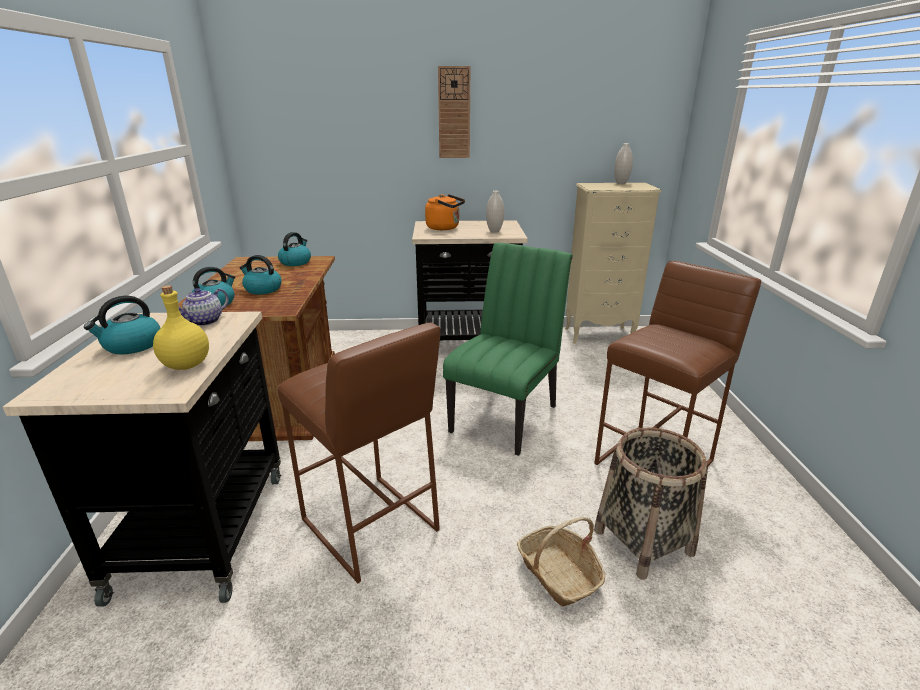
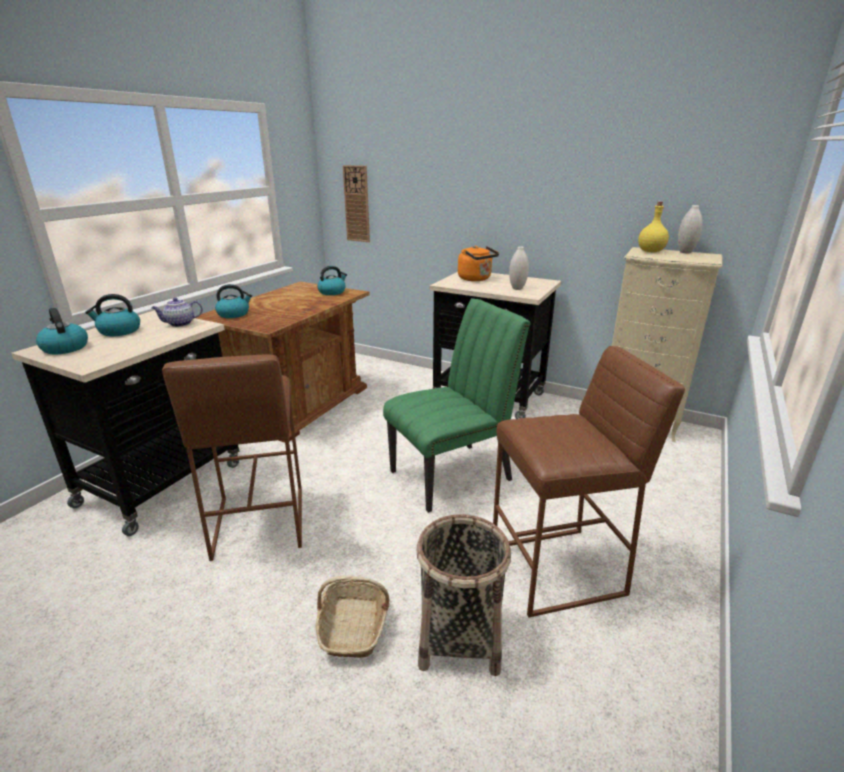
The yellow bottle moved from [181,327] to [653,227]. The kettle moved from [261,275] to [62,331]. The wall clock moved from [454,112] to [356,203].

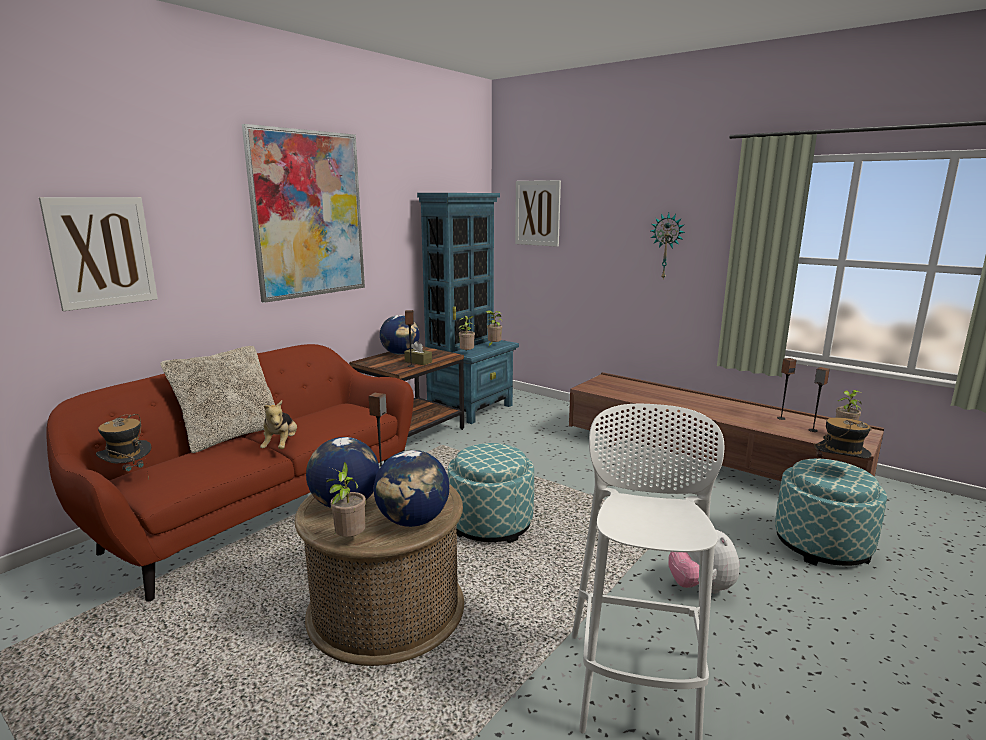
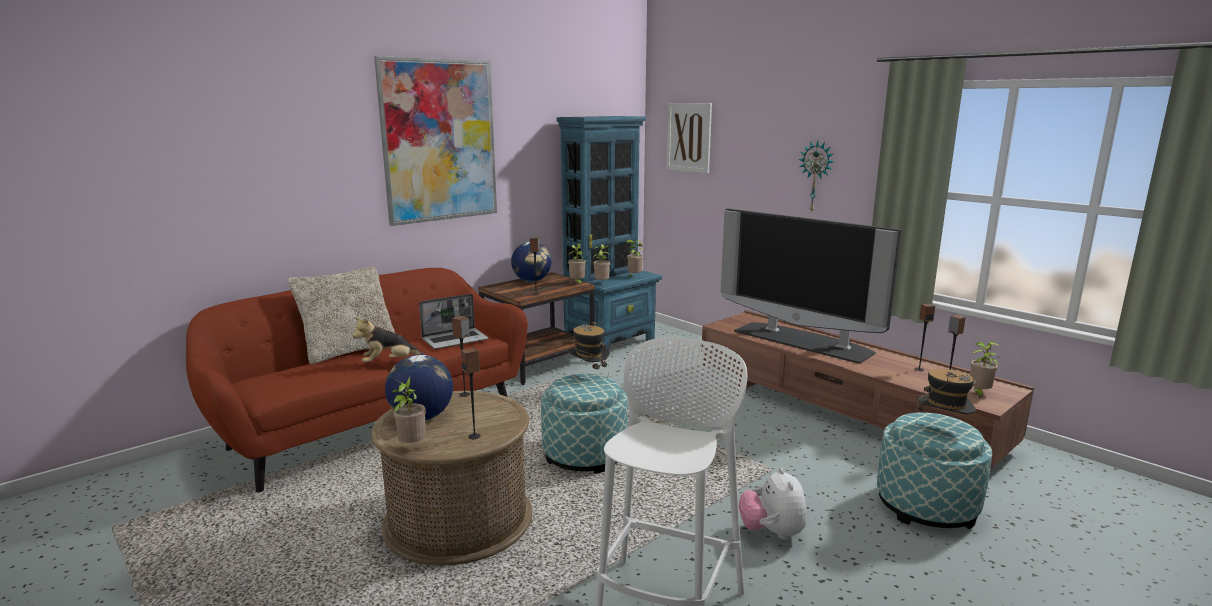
The picture at [98,254] disappeared. The hat moved from [123,447] to [589,346]. The plush toy at [278,424] turned 60 degrees clockwise. The globe at [411,488] was replaced by the speaker at [471,393]. The brown tissue box at [418,353] disappeared. The laptop at [454,321] appeared. The potted plant at [577,264] appeared. The television at [811,286] appeared.

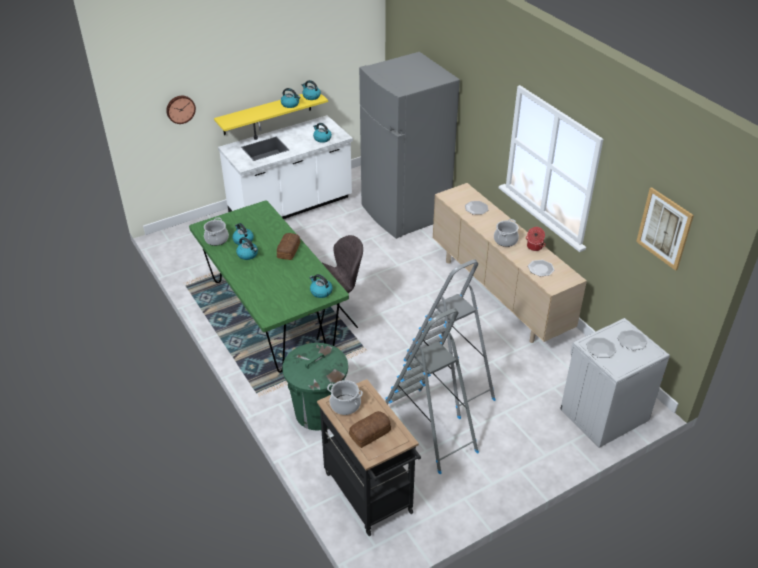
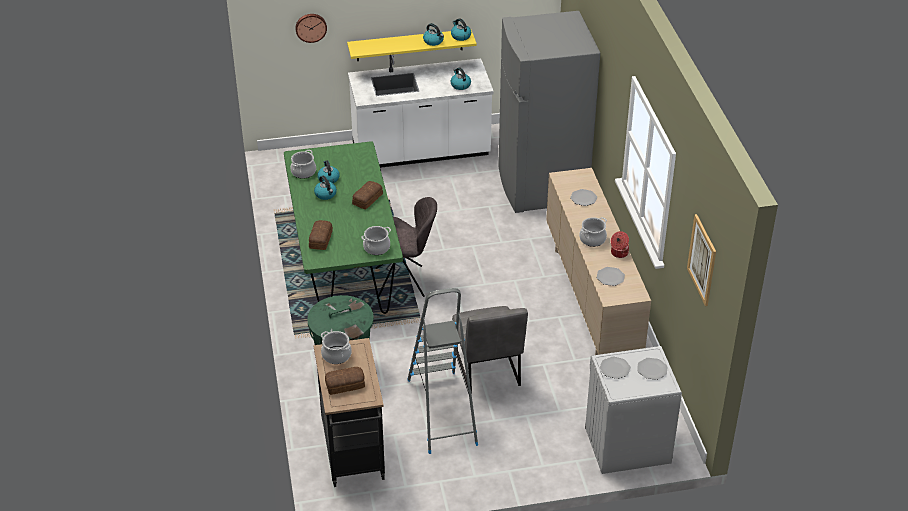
The kettle at [321,286] was replaced by the cooking pot at [376,240]. The grey step ladder at [449,339] was replaced by the grey chair at [490,350]. The bread at [321,235] appeared.

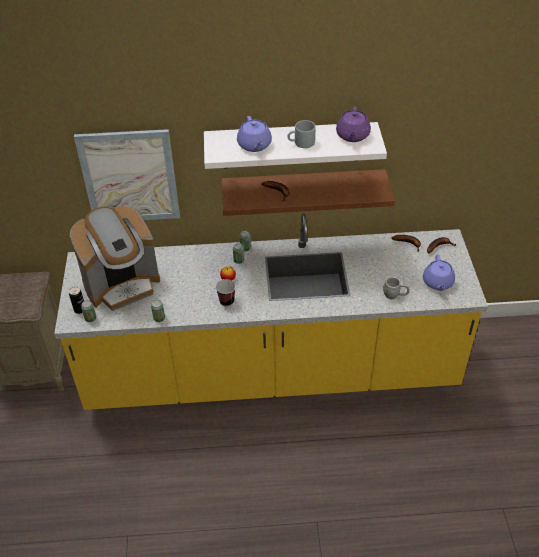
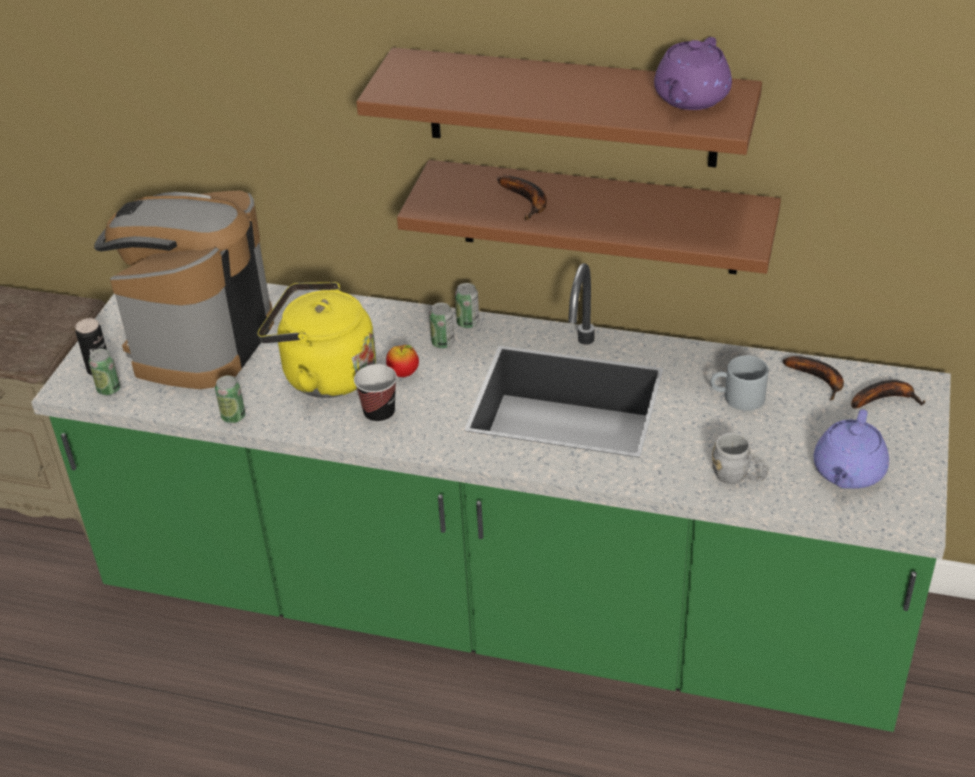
The yellow counter at [271,311] became the green counter at [491,497]. The coffee machine at [115,258] turned 120 degrees clockwise. The picture at [127,174] disappeared. The white shelf at [295,145] became the brown shelf at [559,107]. The purple teapot at [254,134] disappeared. The grey mug moved from [301,134] to [739,383]. The yellow kettle at [316,340] appeared.

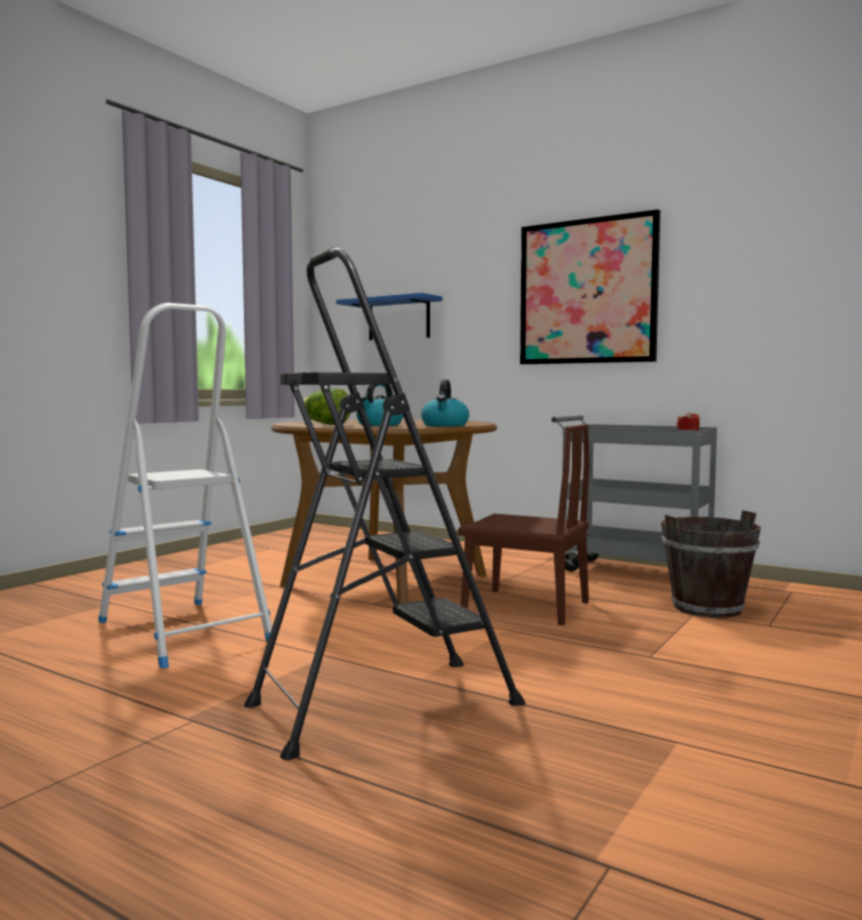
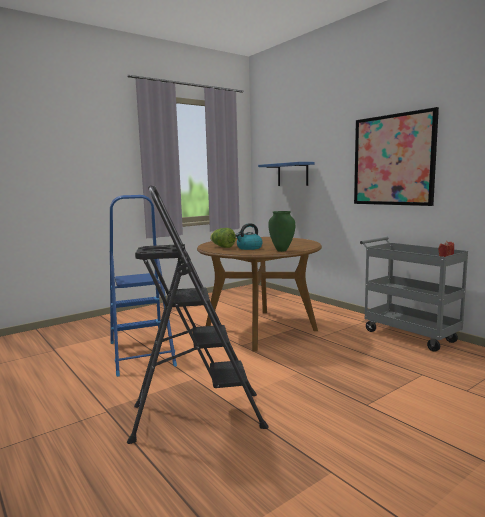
The white step ladder at [185,486] became the blue step ladder at [143,286]. The kettle at [445,403] was replaced by the green vase at [281,231]. The brown chair at [524,524] disappeared. The brown bucket at [711,564] disappeared.

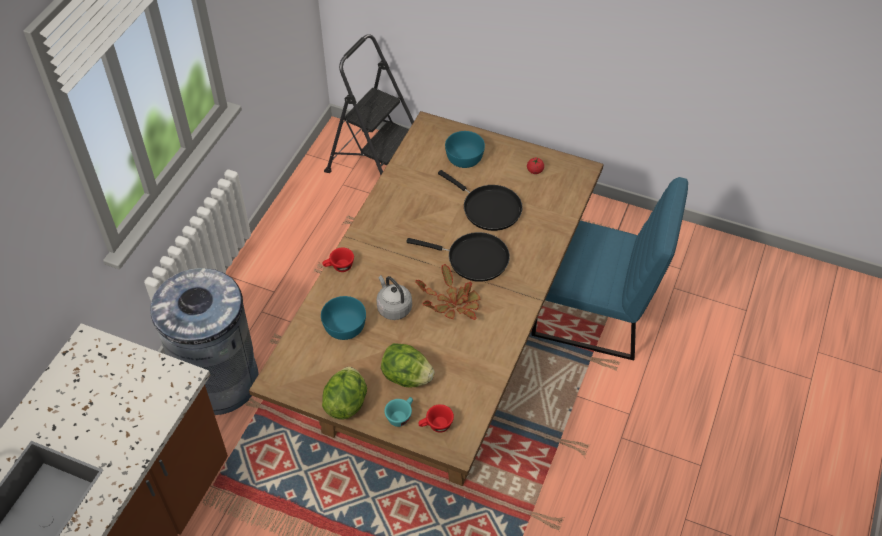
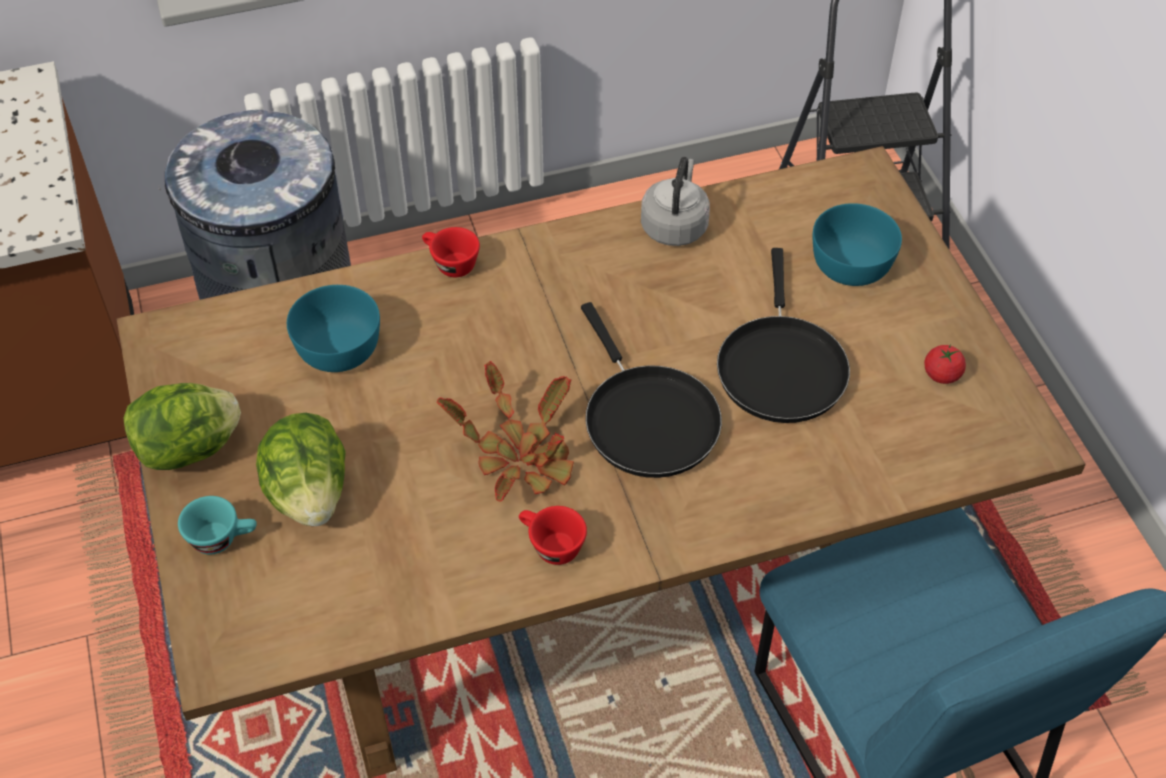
The grey kettle moved from [394,297] to [675,201]. The red cup moved from [436,418] to [553,535].

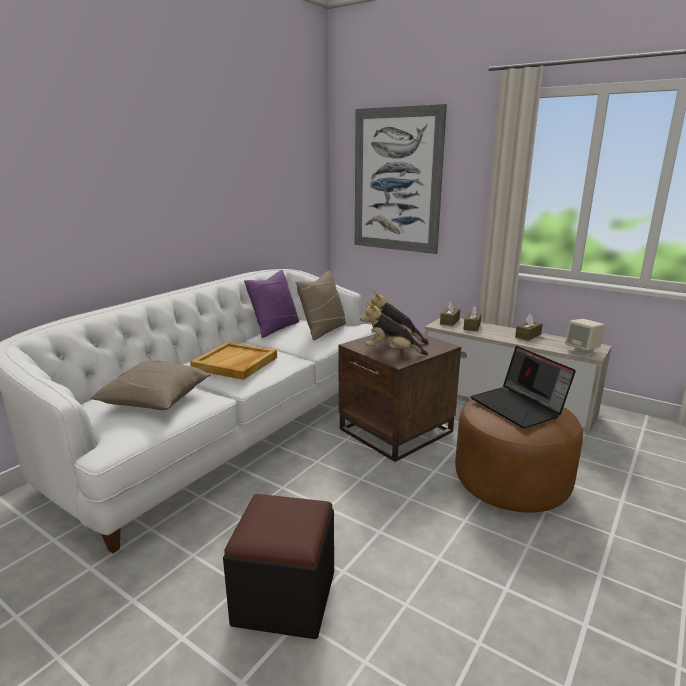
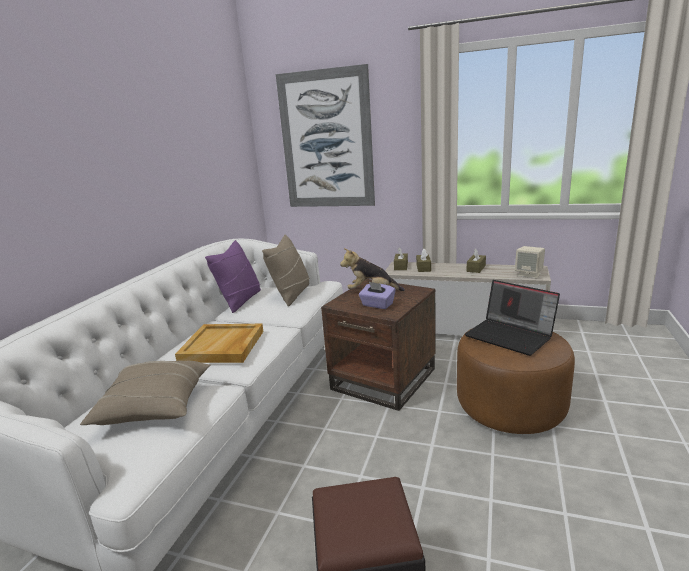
The plush toy at [394,328] was replaced by the purple tissue box at [377,295].

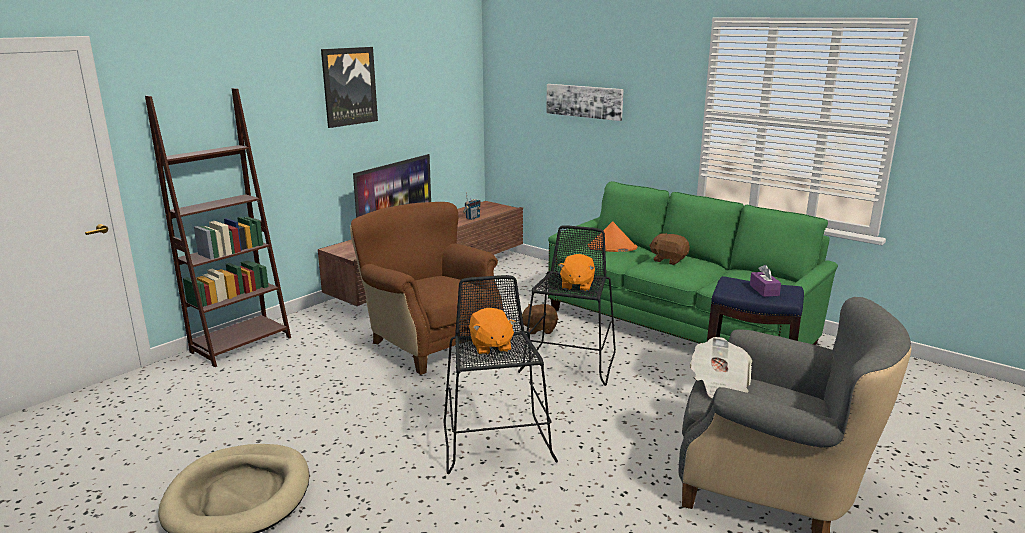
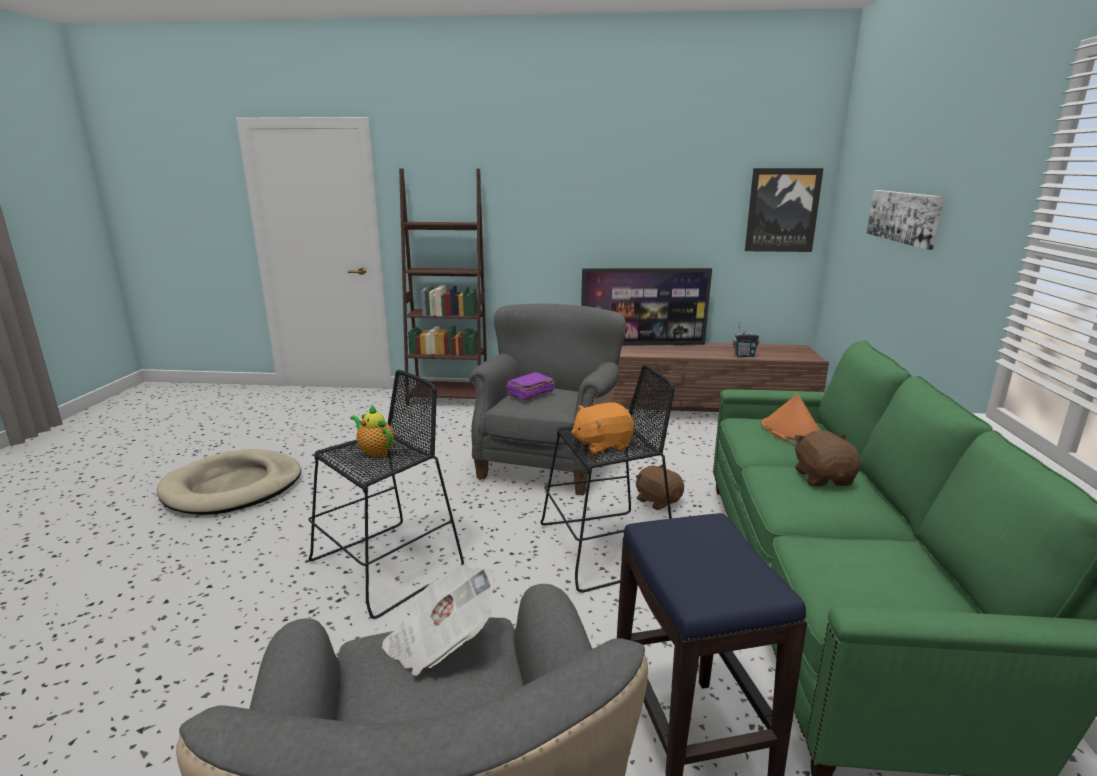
The picture moved from [349,87] to [784,210]. The brown armchair at [426,288] became the grey armchair at [547,400]. The orange plush toy at [492,331] was replaced by the teapot at [372,431]. The purple tissue box at [765,281] disappeared. The purple book at [530,386] appeared.

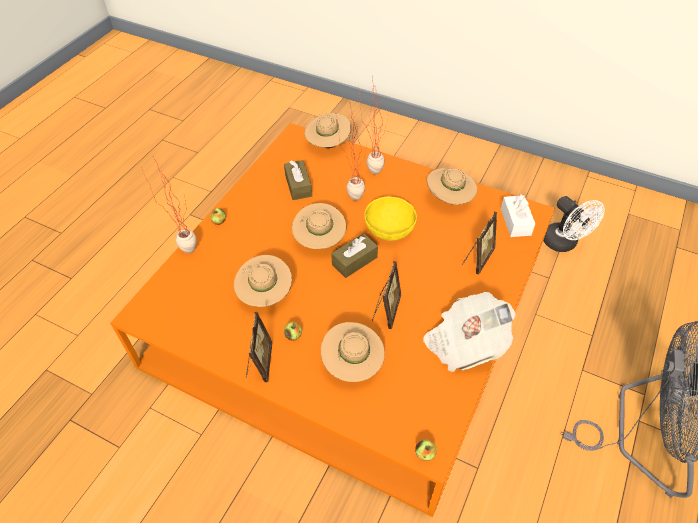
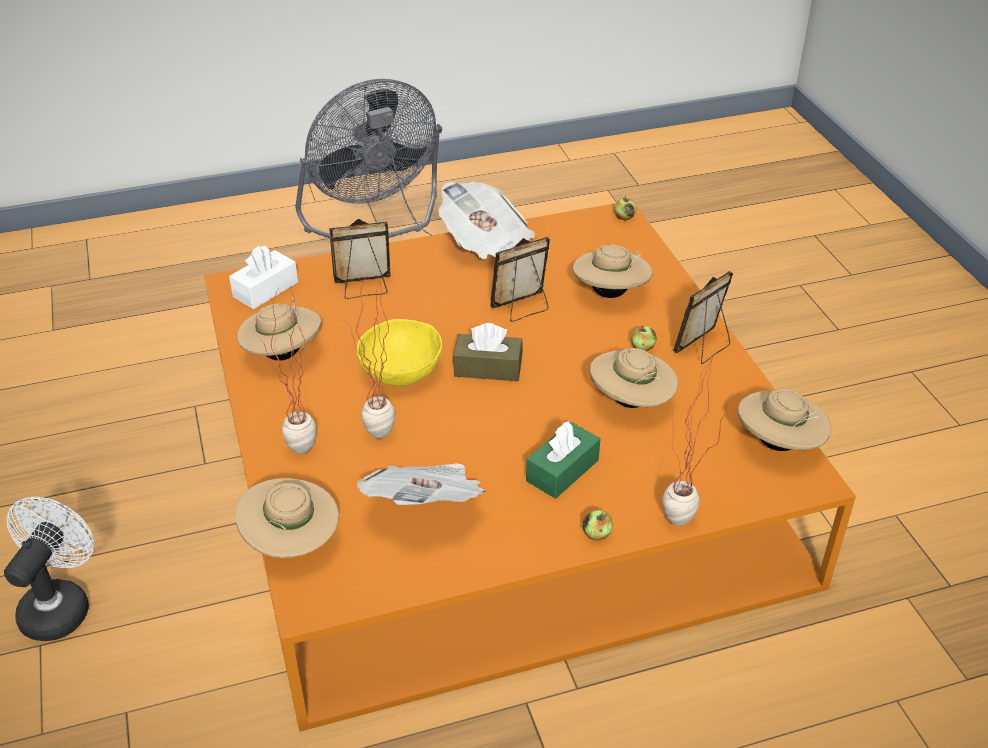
The brown tissue box at [298,180] was replaced by the newspaper at [421,484]. The beige hat moved from [319,226] to [784,420]. The white fan moved from [574,224] to [49,569]. The green tissue box at [563,460] appeared.

